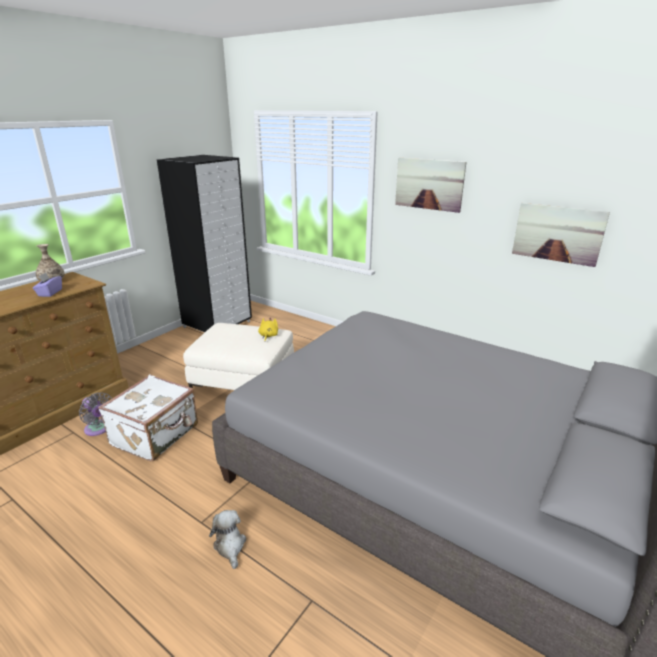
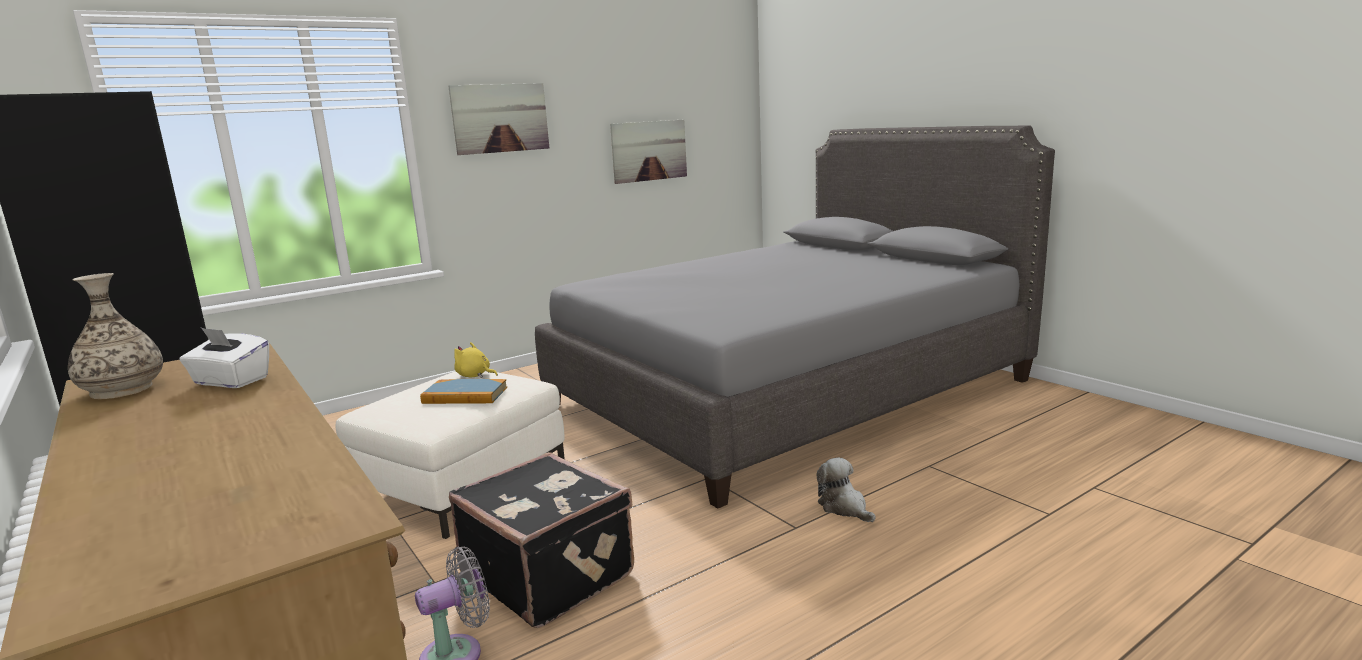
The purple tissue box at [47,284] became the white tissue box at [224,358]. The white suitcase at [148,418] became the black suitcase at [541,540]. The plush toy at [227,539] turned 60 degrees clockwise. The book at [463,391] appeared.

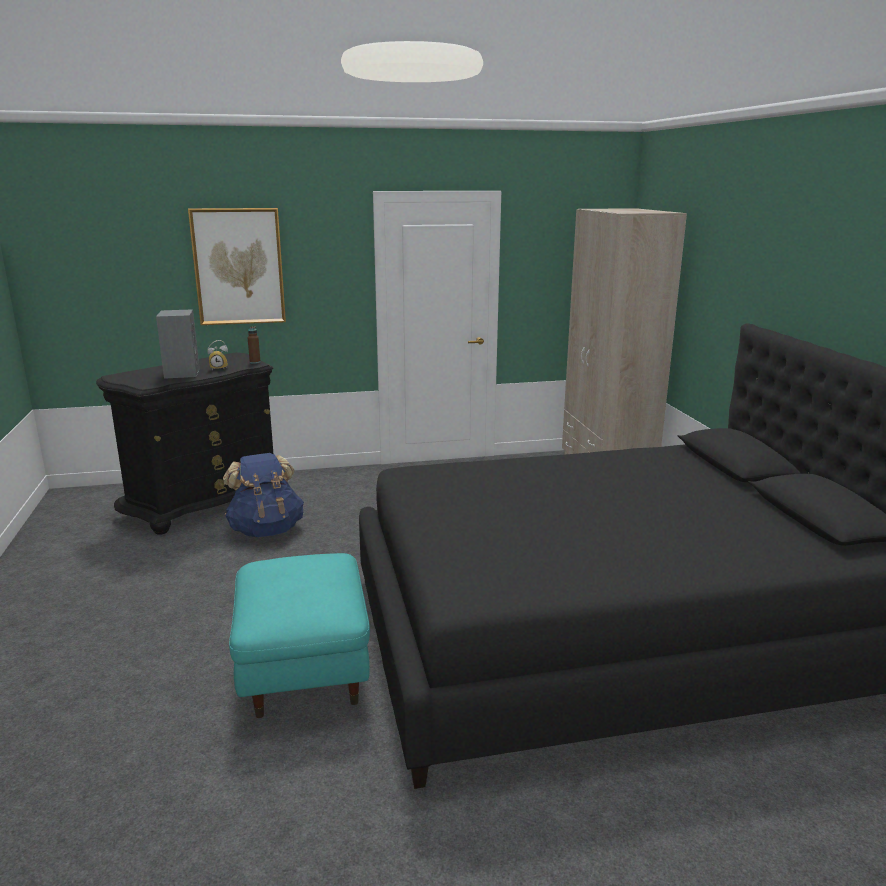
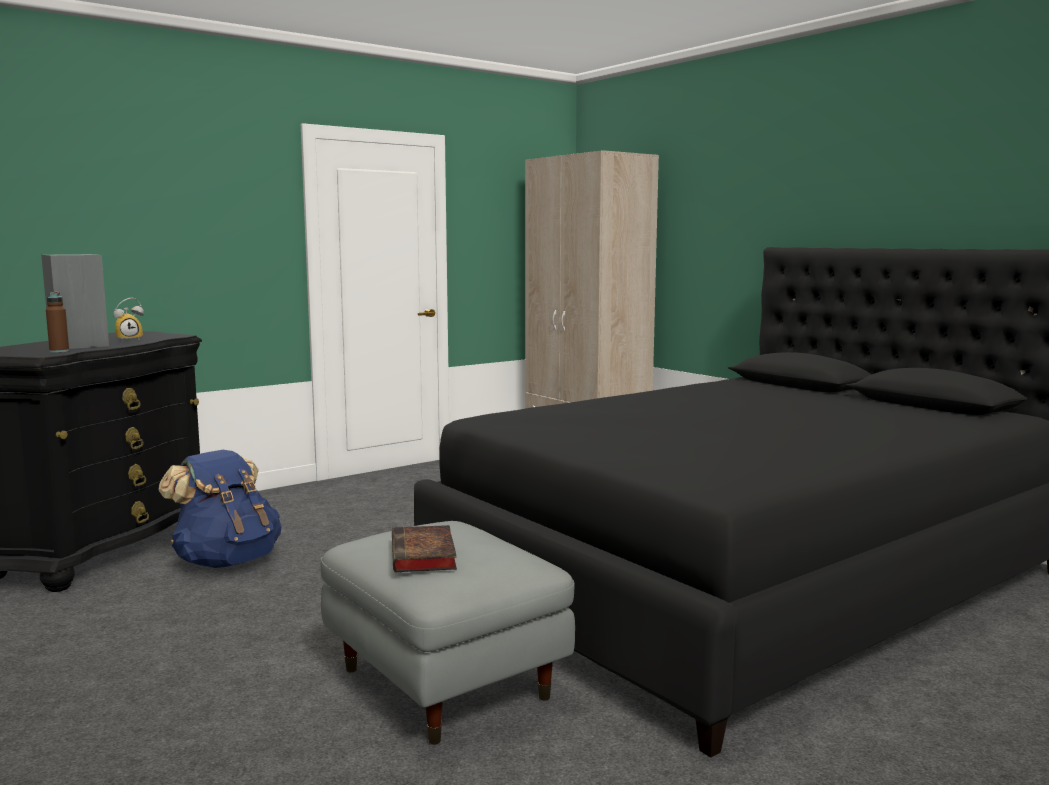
The picture at [237,266] disappeared. The turquoise ottoman at [299,635] became the grey ottoman at [448,633]. The brown bottle moved from [254,345] to [57,322]. The book at [424,548] appeared.

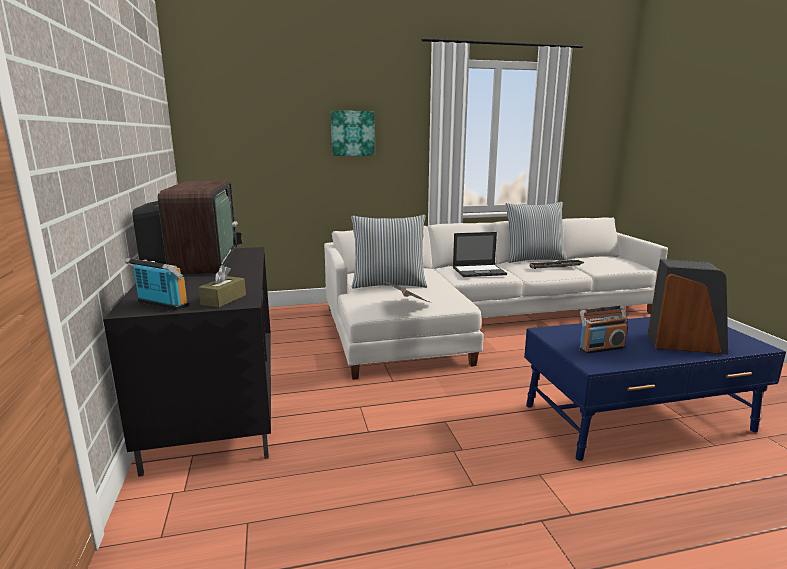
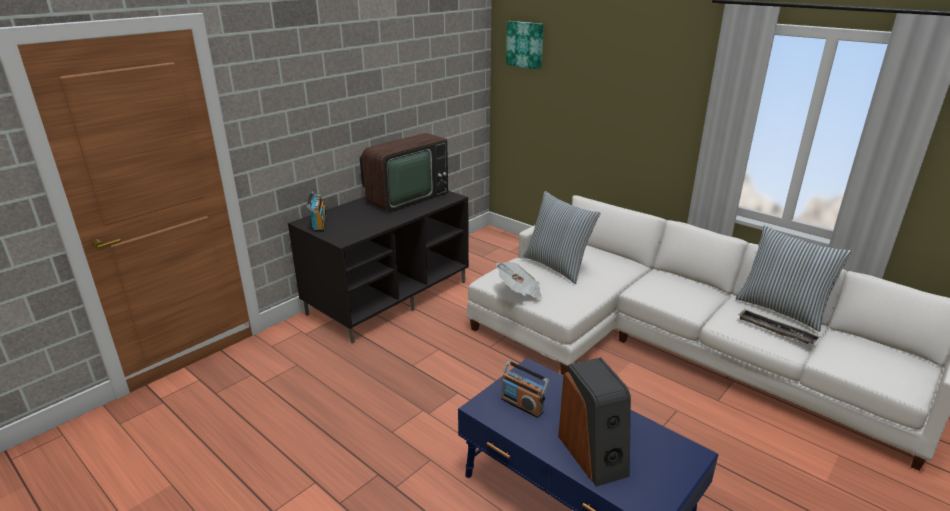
The brown tissue box at [222,286] disappeared. The picture moved from [353,133] to [525,45]. The laptop at [480,254] disappeared.

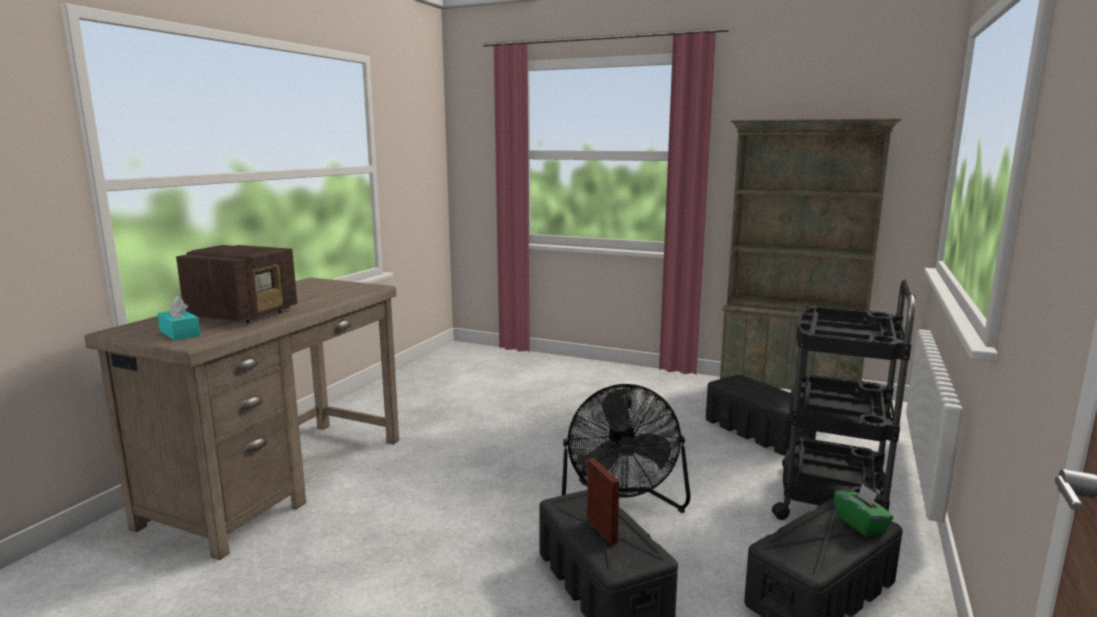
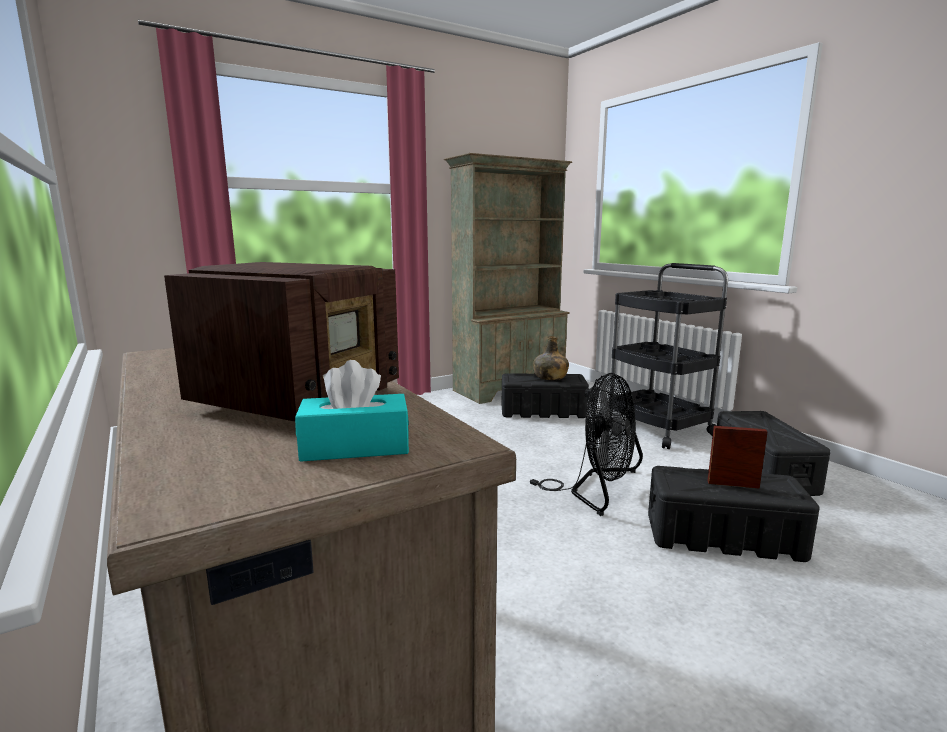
The radio at [236,284] turned 60 degrees clockwise. The green tissue box at [864,510] disappeared. The green bottle at [551,358] appeared.

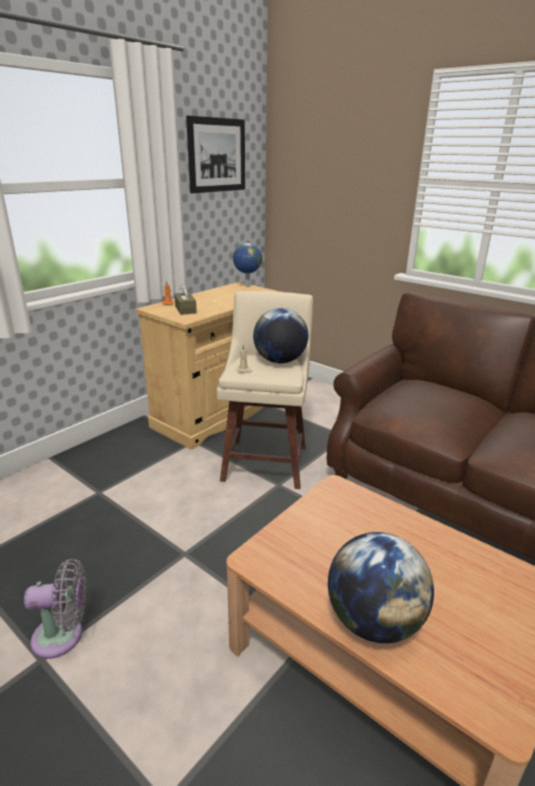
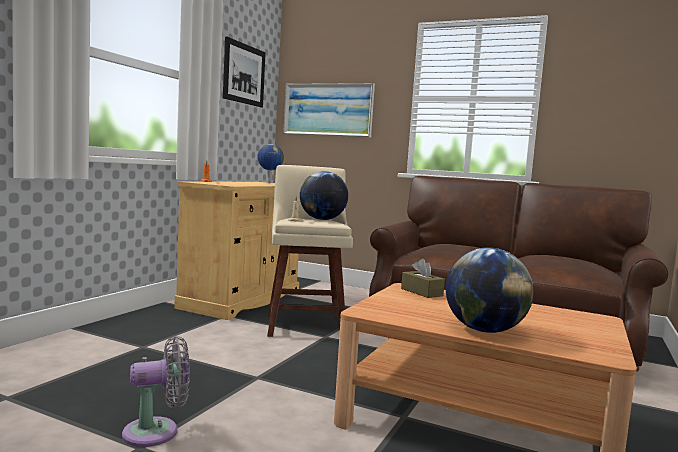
The brown tissue box moved from [185,299] to [423,278]. The picture at [329,110] appeared.

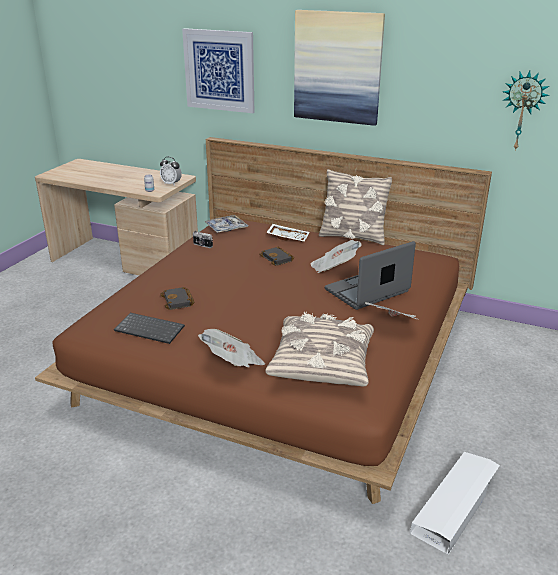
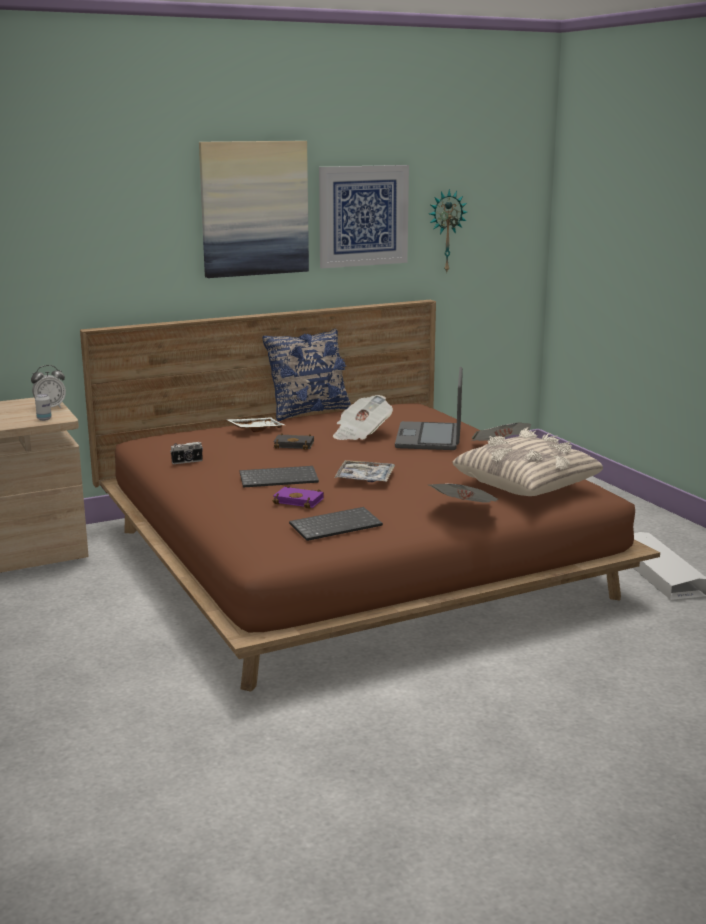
The black book at [177,298] became the purple book at [298,497]. The picture moved from [218,70] to [364,216]. The tray moved from [226,224] to [364,471]. The beige pillow at [355,207] became the blue pillow at [306,375]. The keyboard at [279,477] appeared.

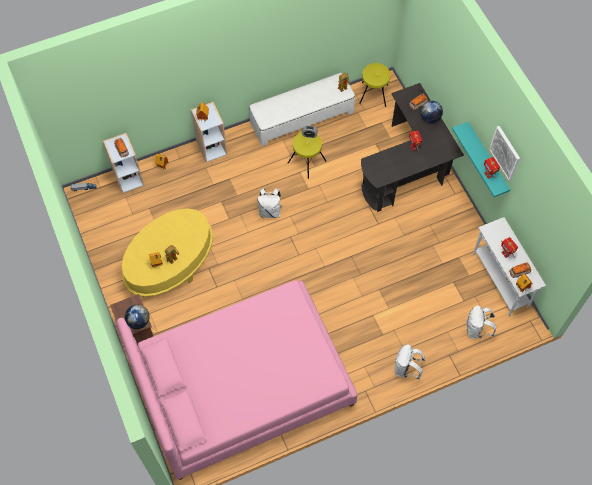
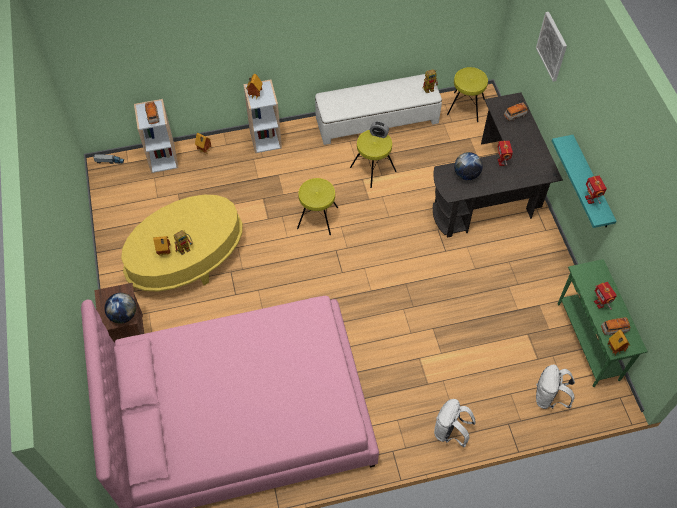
The white backpack at [269,203] was replaced by the yellow stool at [317,206]. The globe moved from [432,112] to [468,166]. The white console table at [509,266] became the green console table at [602,323]. The picture moved from [504,153] to [551,47].

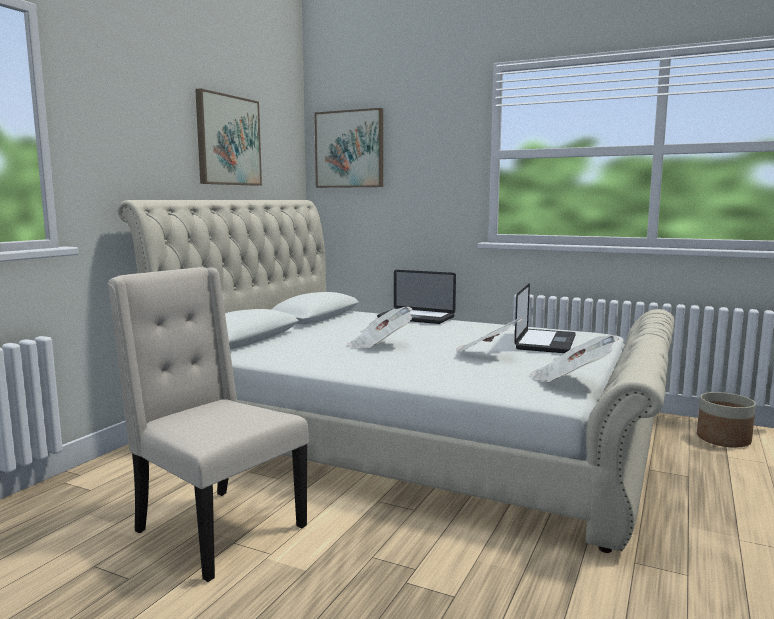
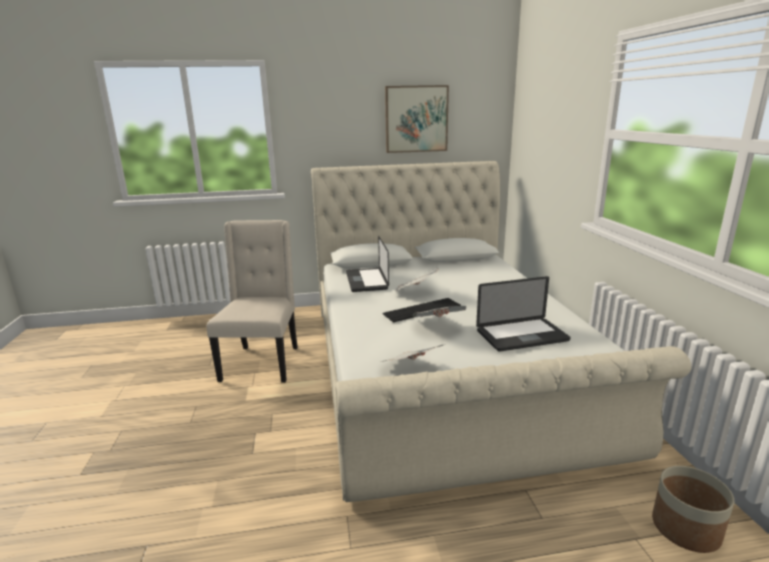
The picture at [348,148] disappeared. The laptop moved from [416,297] to [367,264]. The keyboard at [422,310] appeared.

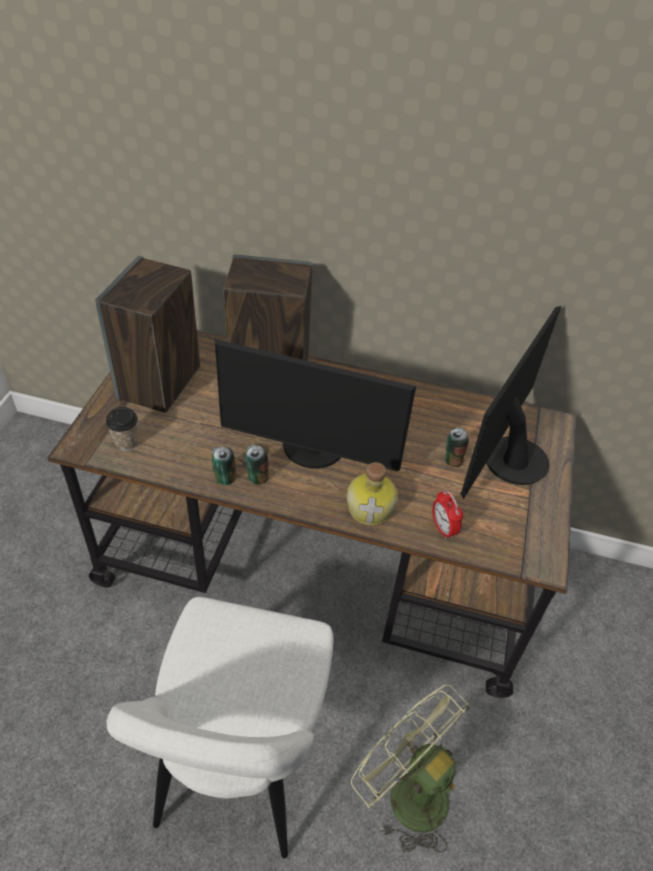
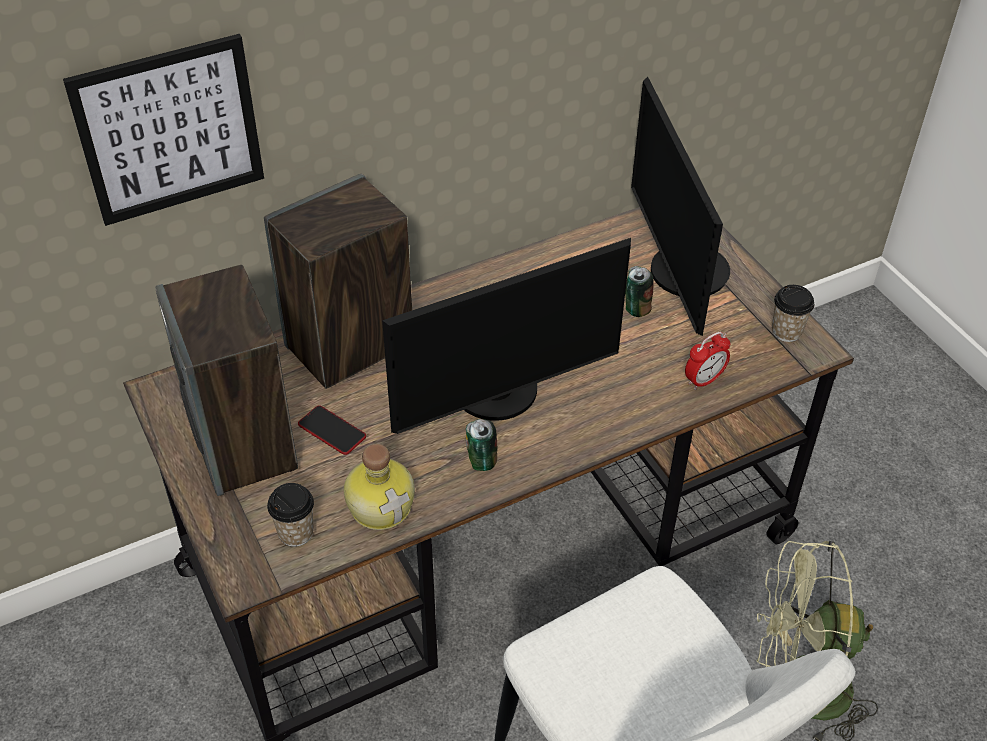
The can at [224,465] disappeared. The bottle moved from [372,493] to [379,487]. The alarm clock at [447,515] turned 60 degrees counterclockwise. The picture at [163,130] appeared. The phone at [332,430] appeared. The cup at [793,313] appeared.

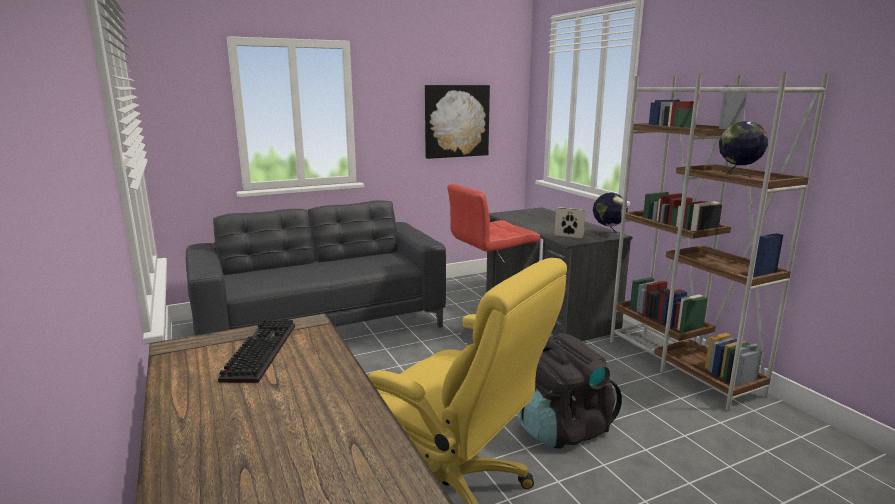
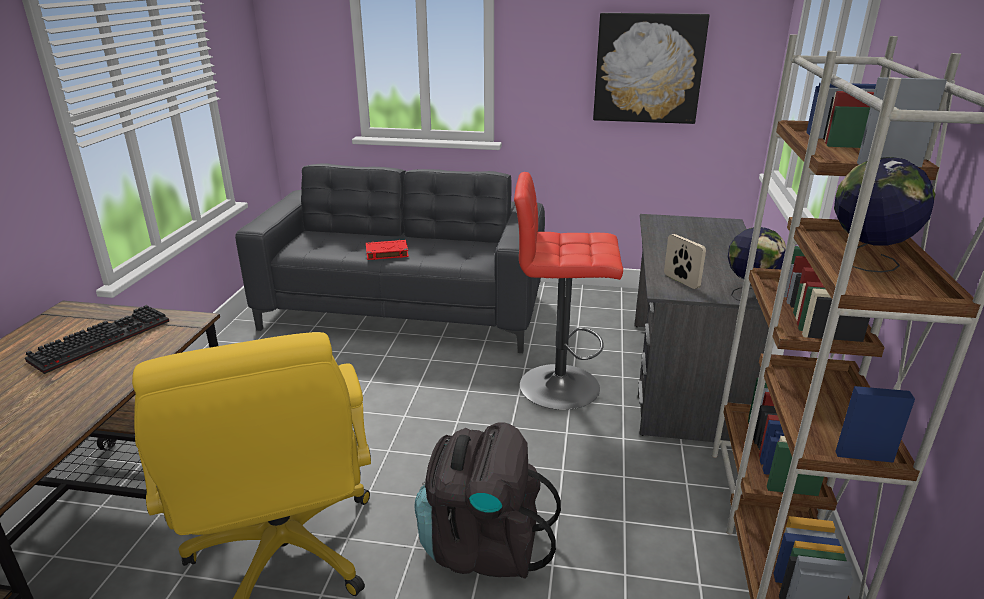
The red book at [387,250] appeared.

